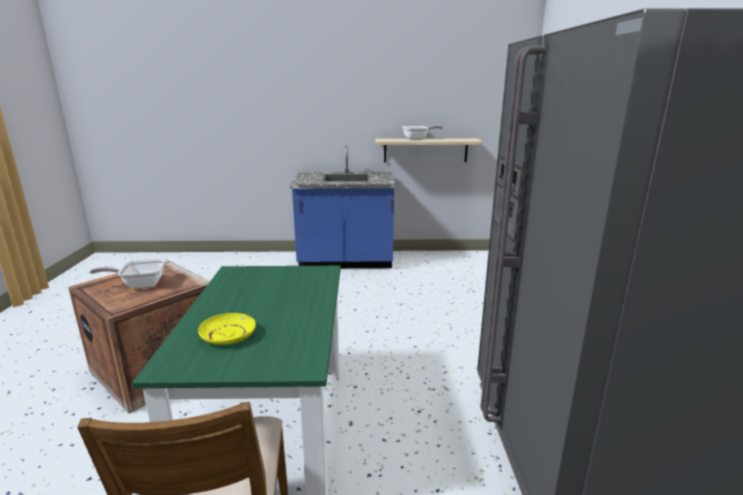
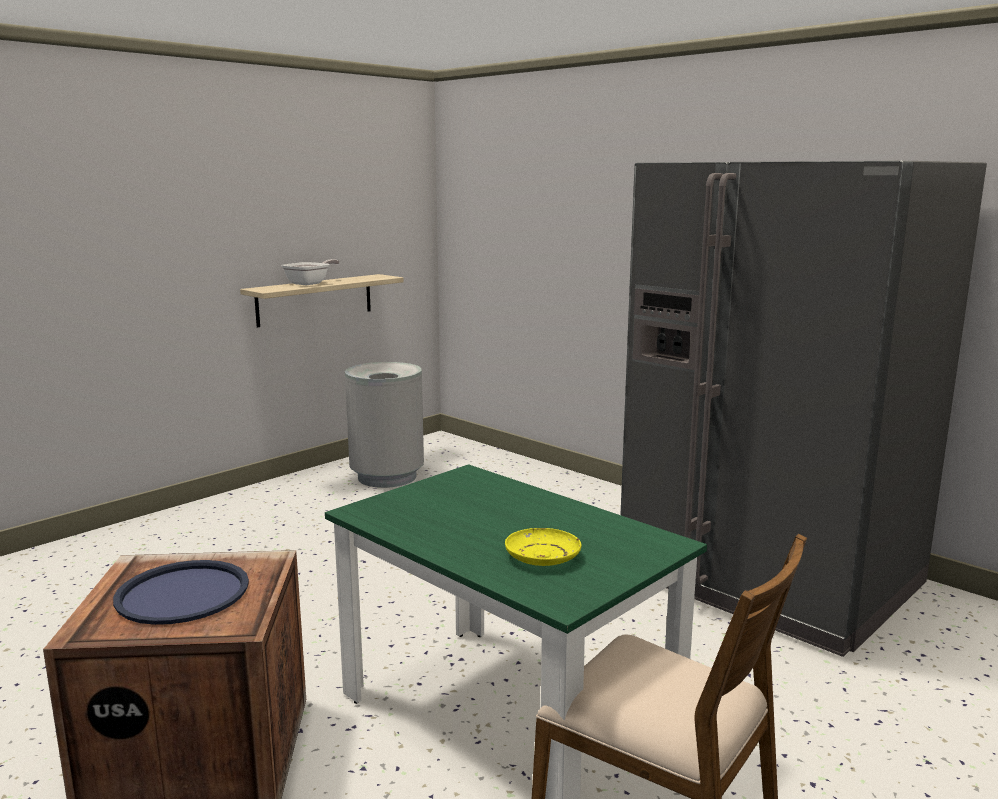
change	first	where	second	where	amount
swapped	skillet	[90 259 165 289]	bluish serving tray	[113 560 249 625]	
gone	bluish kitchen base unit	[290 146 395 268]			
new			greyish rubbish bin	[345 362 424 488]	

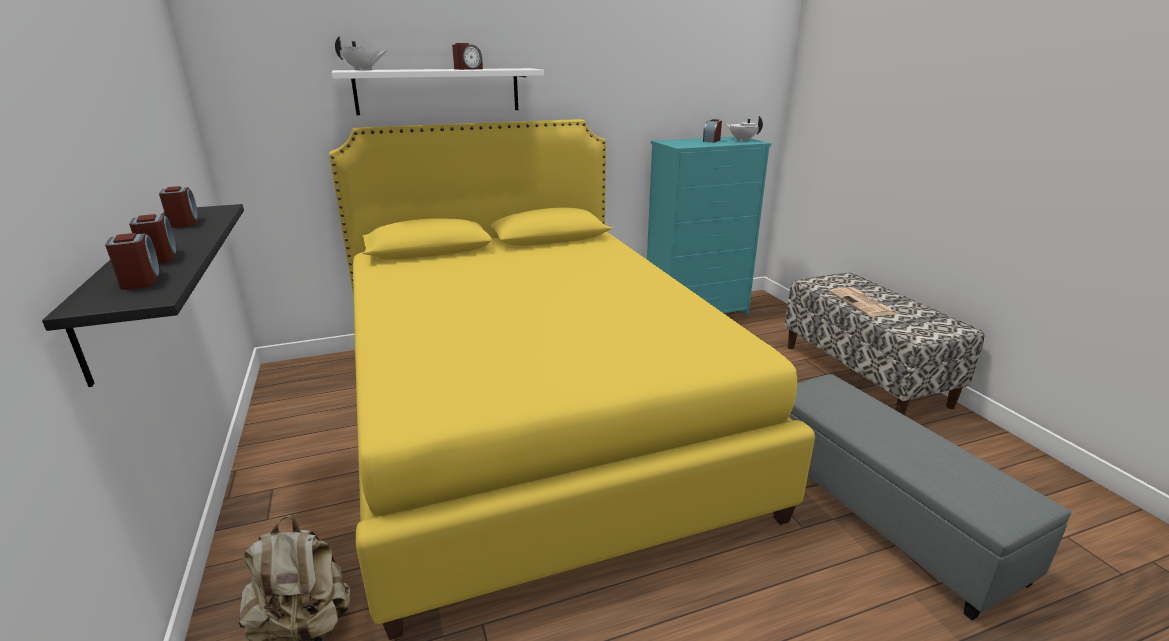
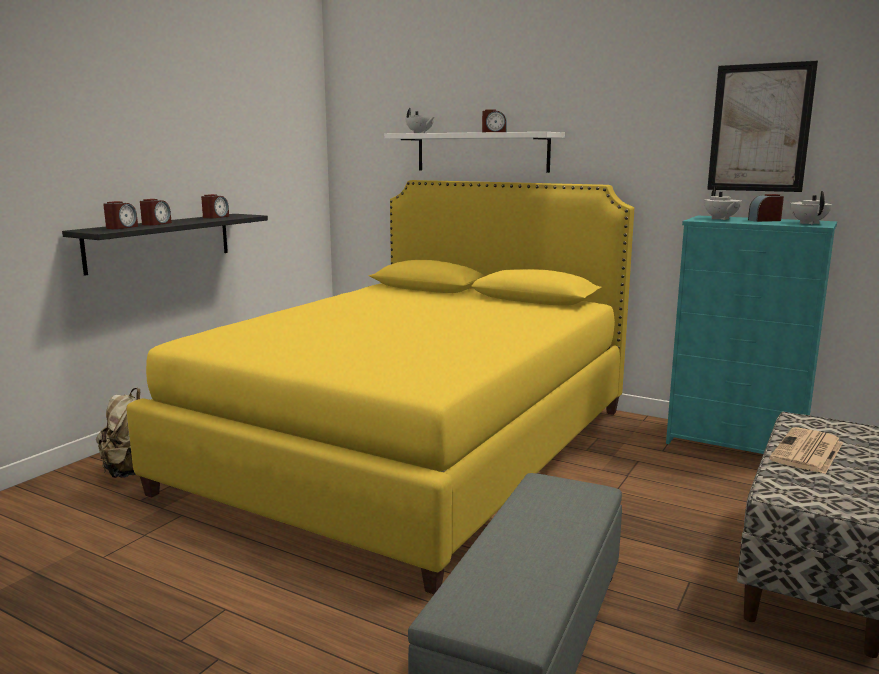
change	first	where	second	where	amount
new			white tea pot	[704 186 742 220]	
new			wall picture	[707 61 818 192]	

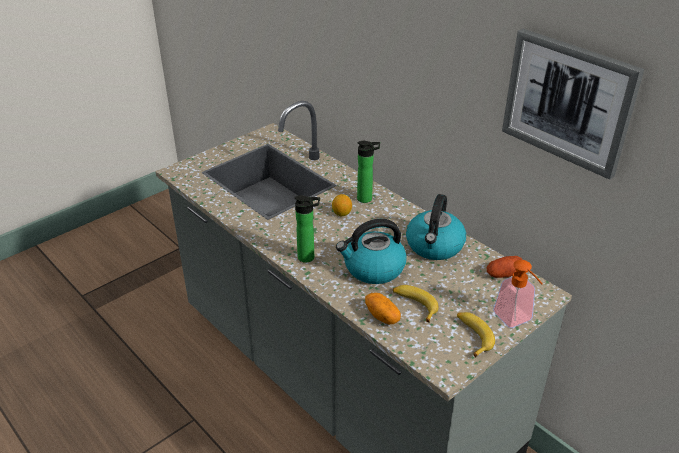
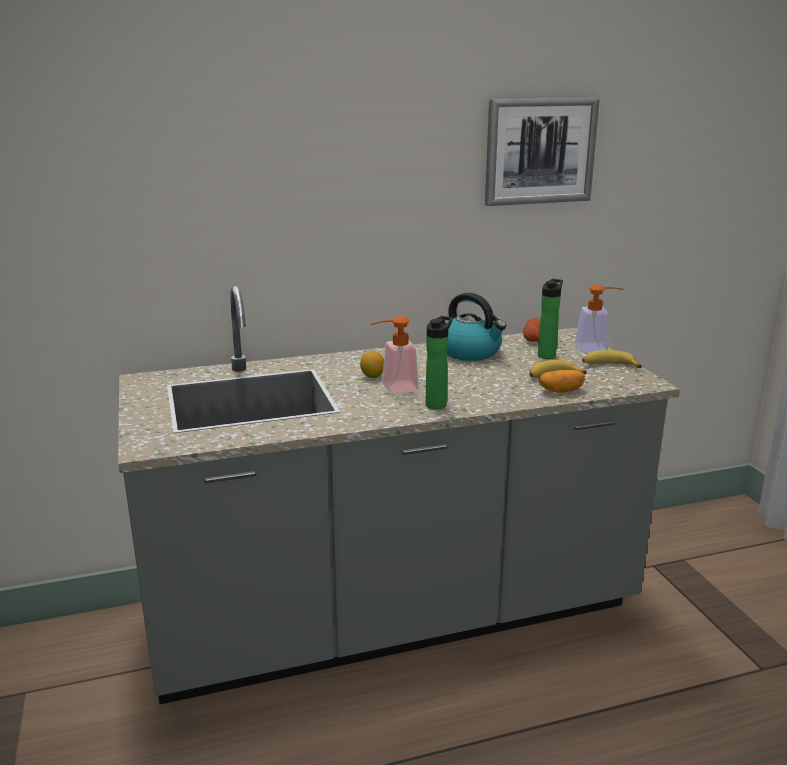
change	first	where	second	where	amount
gone	tea kettle	[336 219 407 284]			
shifted	bottle	[357 141 380 203]		[538 279 563 359]	
new			soap dispenser	[370 316 419 394]	

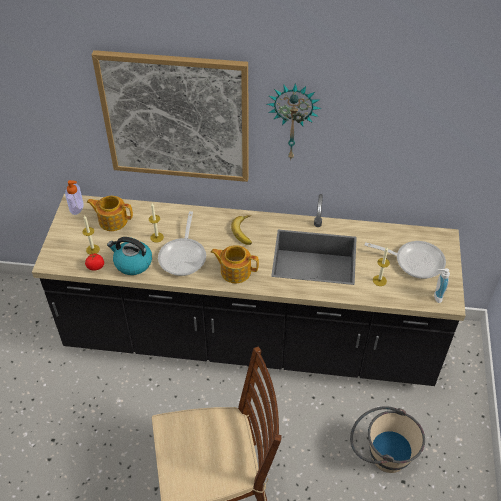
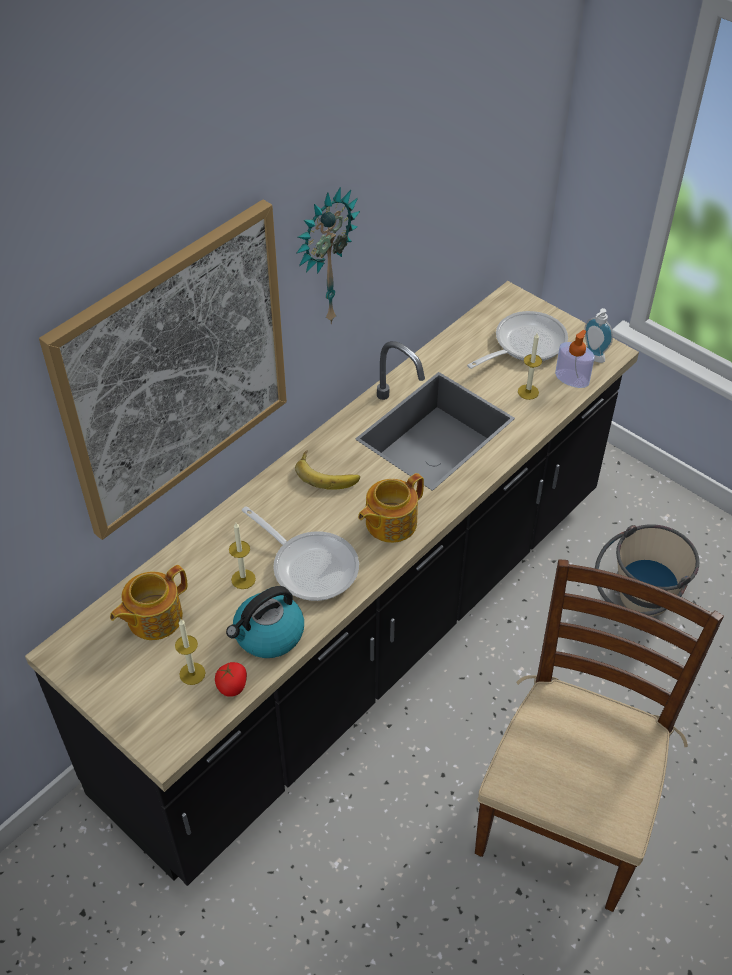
change	first	where	second	where	amount
shifted	soap dispenser	[65 180 84 215]		[555 330 595 388]	

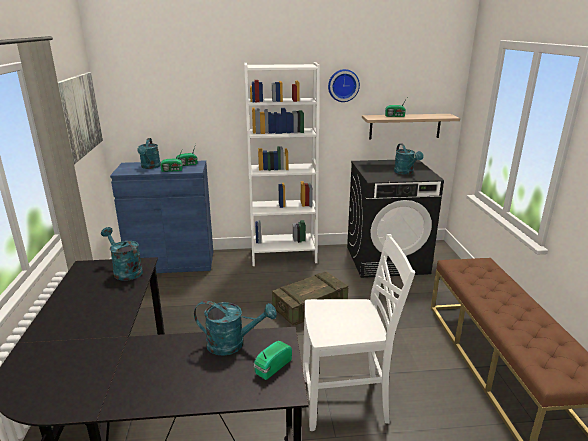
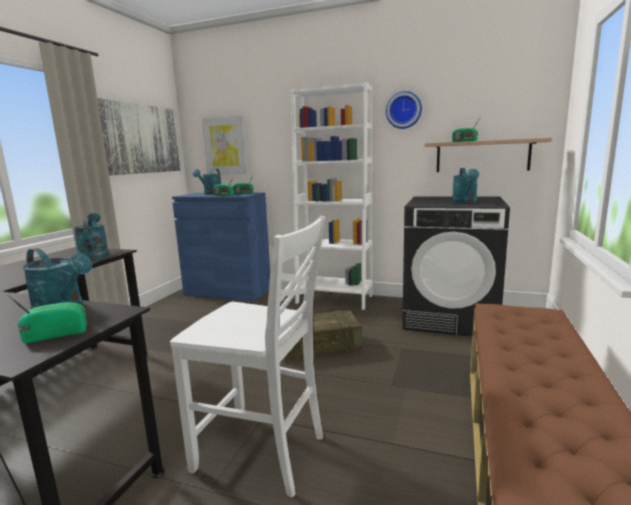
change	first	where	second	where	amount
new			wall picture	[202 115 247 174]	

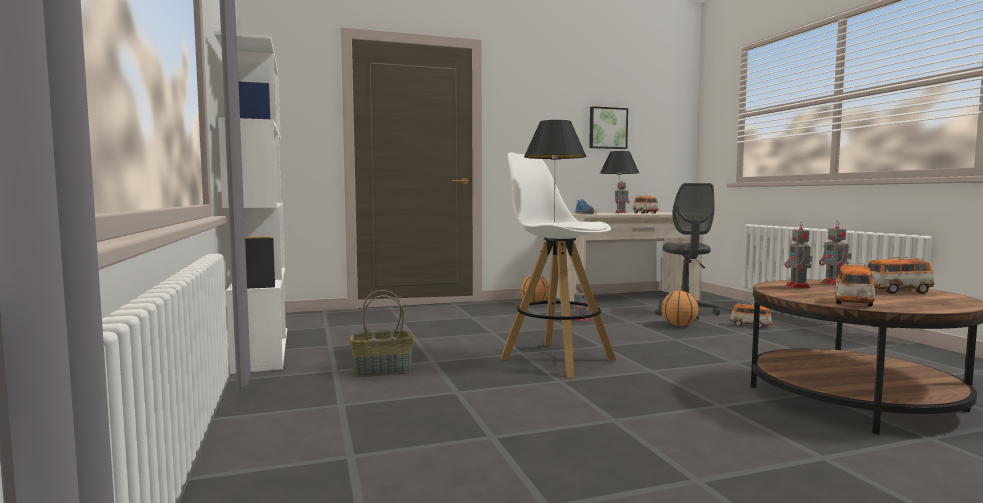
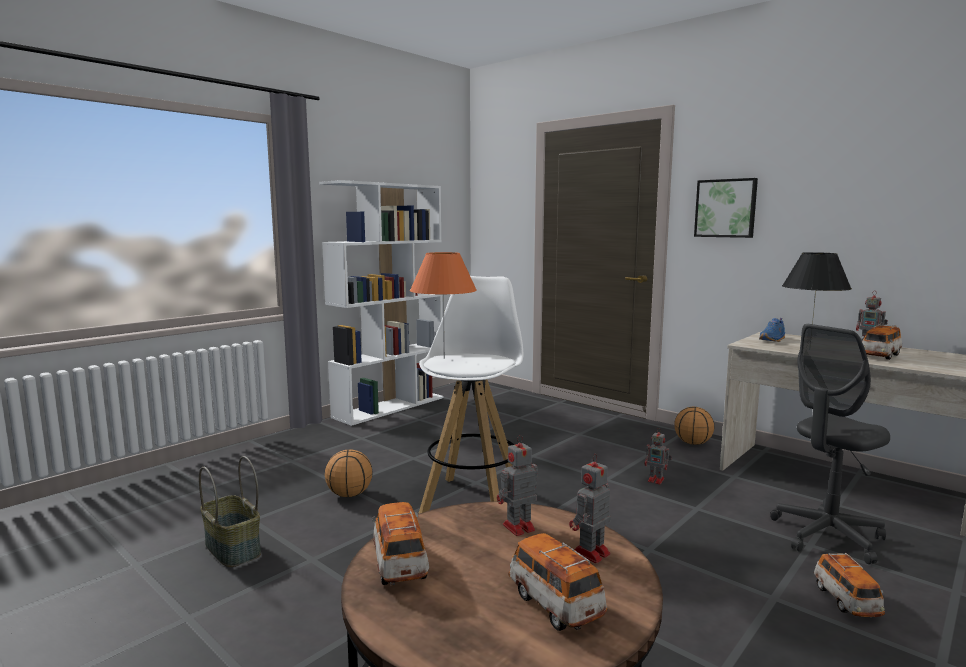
change	first	where	second	where	amount
shifted	basket	[350 290 413 377]		[199 456 261 567]	
repainted	black-coloured tabletop lamp	[524 120 587 223]	orangey tabletop lamp	[410 252 477 359]	
shifted	wall picture	[589 106 628 149]		[694 178 758 238]	
shifted	basketball ball	[661 291 699 326]		[325 449 373 497]	
rotated	toy car	[834 262 877 307]		[372 502 429 586]	75 degrees clockwise

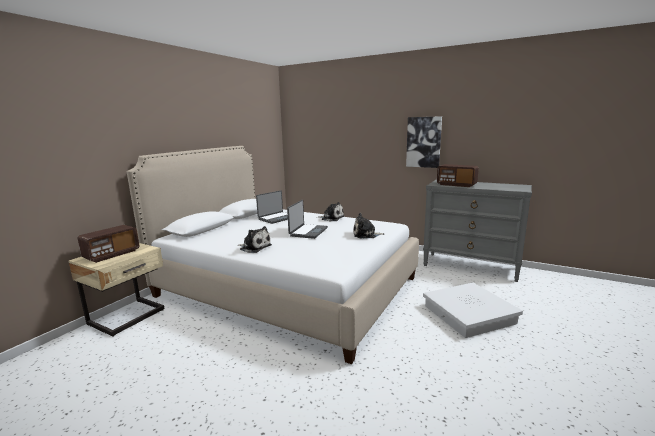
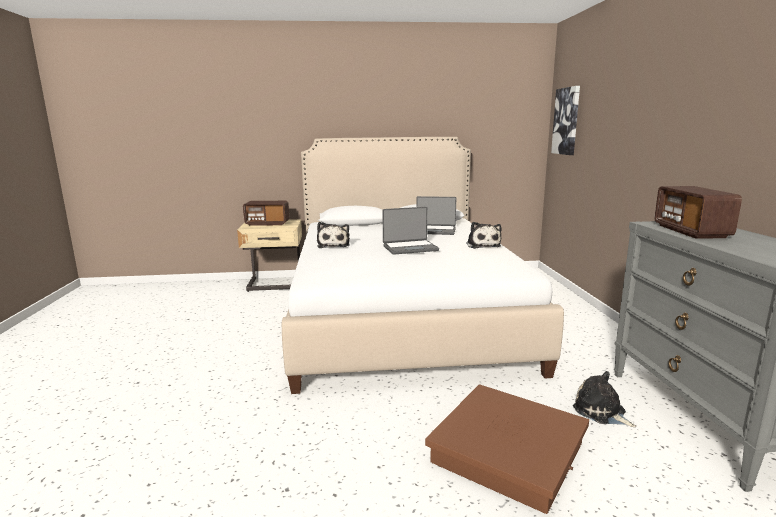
change	first	where	second	where	amount
shifted	soft toy	[353 213 385 238]		[573 371 637 427]	
shifted	wall picture	[406 116 442 168]		[551 86 580 155]	
repainted	white storage box	[423 283 523 338]	brown storage box	[425 384 589 514]	

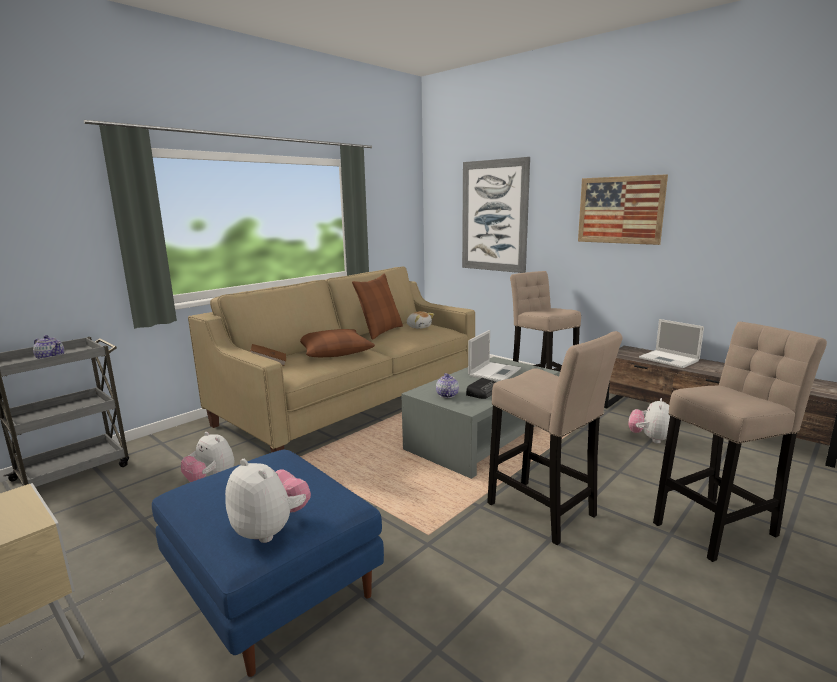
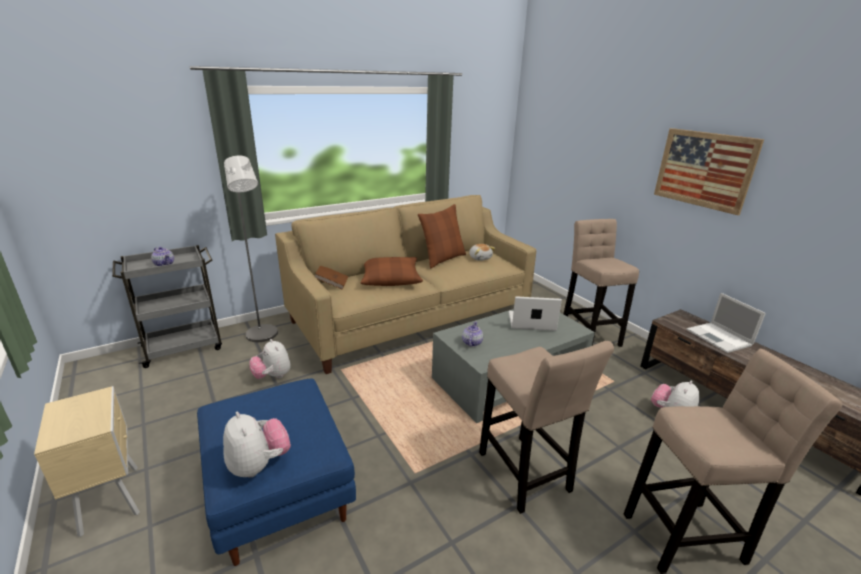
change	first	where	second	where	amount
gone	wall picture	[462 157 530 273]			
gone	radio receiver	[466 378 496 399]			
rotated	laptop	[468 330 521 382]		[508 296 562 331]	135 degrees counterclockwise
new			greyish floor lamp	[224 156 278 342]	

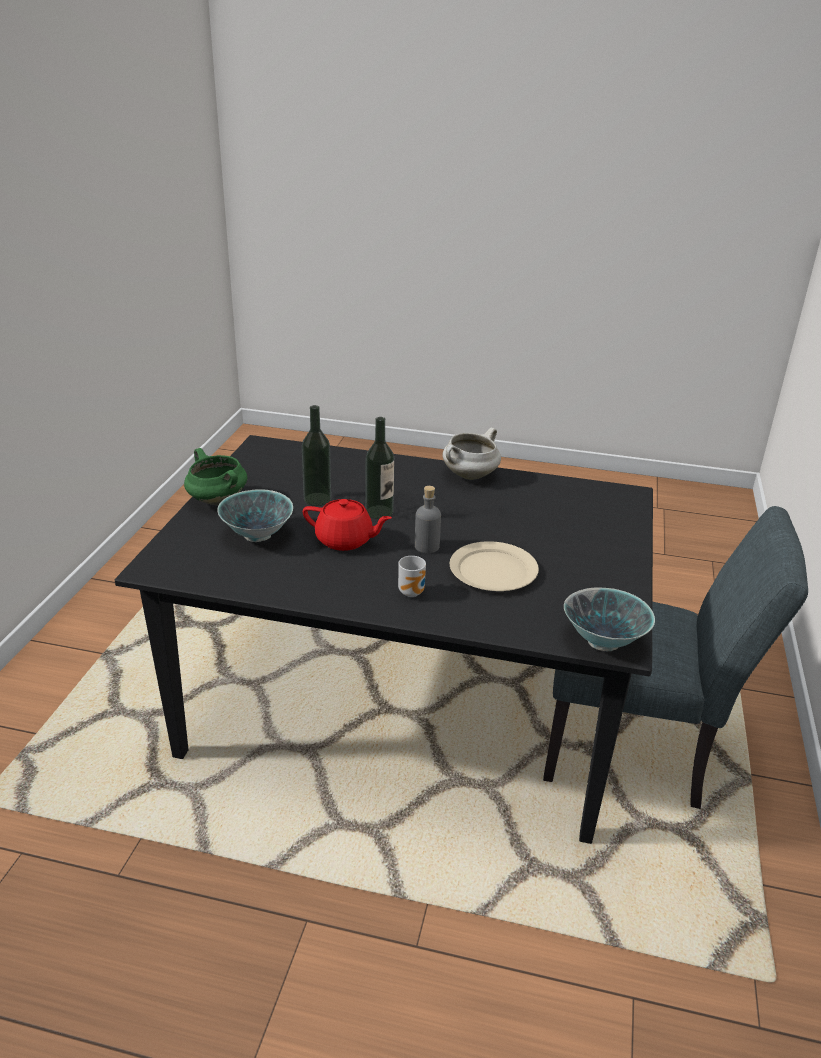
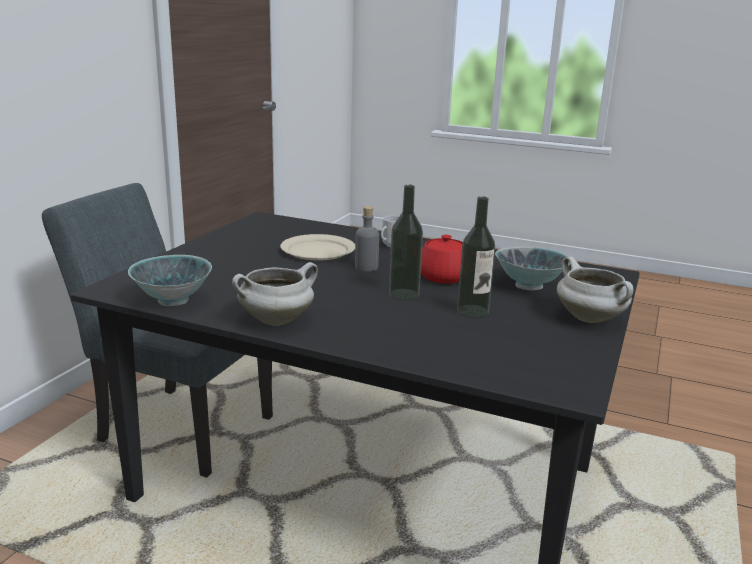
change	first	where	second	where	amount
repainted	green saucepot	[184 448 248 505]	white saucepot	[557 257 633 323]	
shifted	bowl	[564 587 655 652]		[128 255 212 306]	

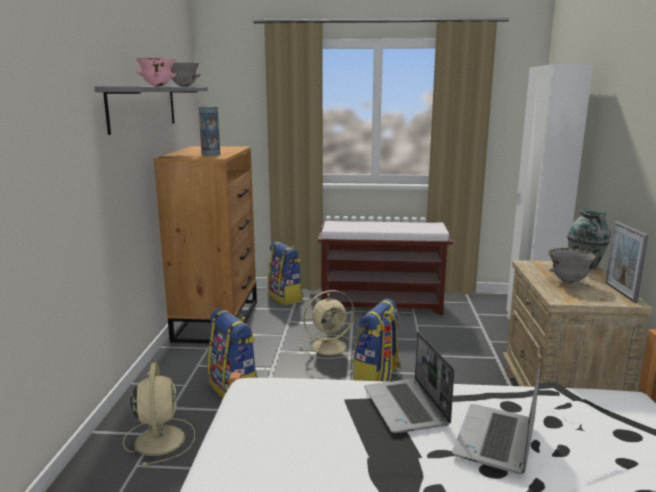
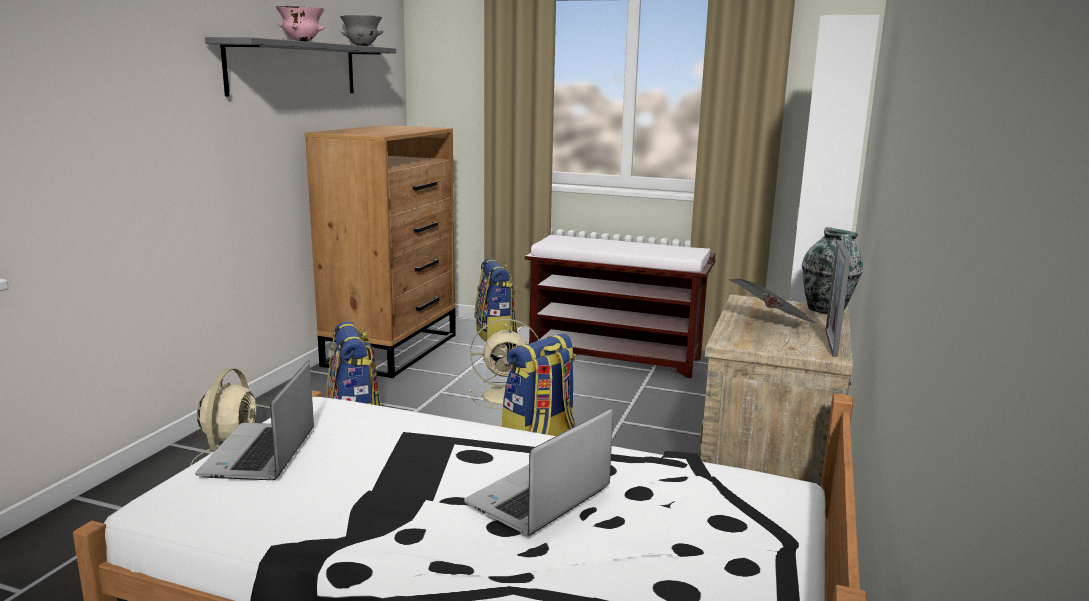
change	first	where	second	where	amount
gone	vase	[199 107 220 156]			
shifted	laptop	[364 332 454 433]		[195 360 314 480]	
swapped	greyish bowl	[548 248 596 283]	daily paper	[729 278 817 323]	

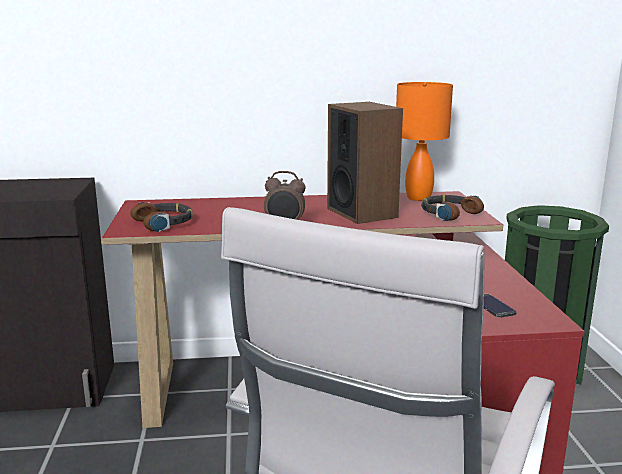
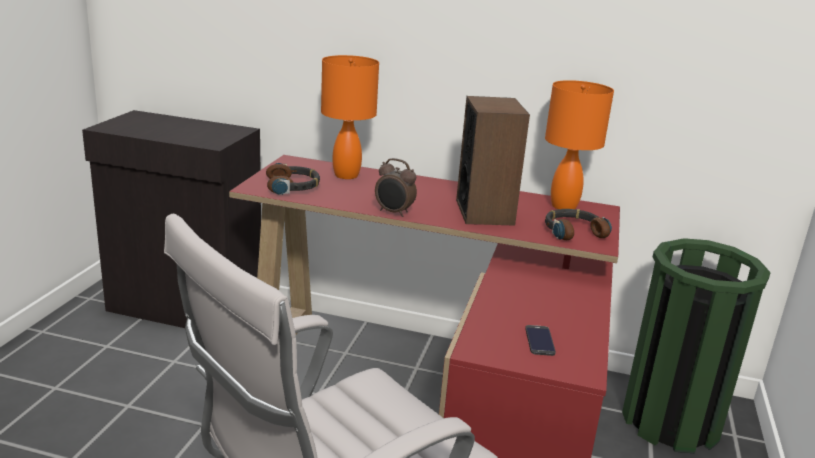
change	first	where	second	where	amount
new			orangey tabletop lamp	[321 55 379 179]	

